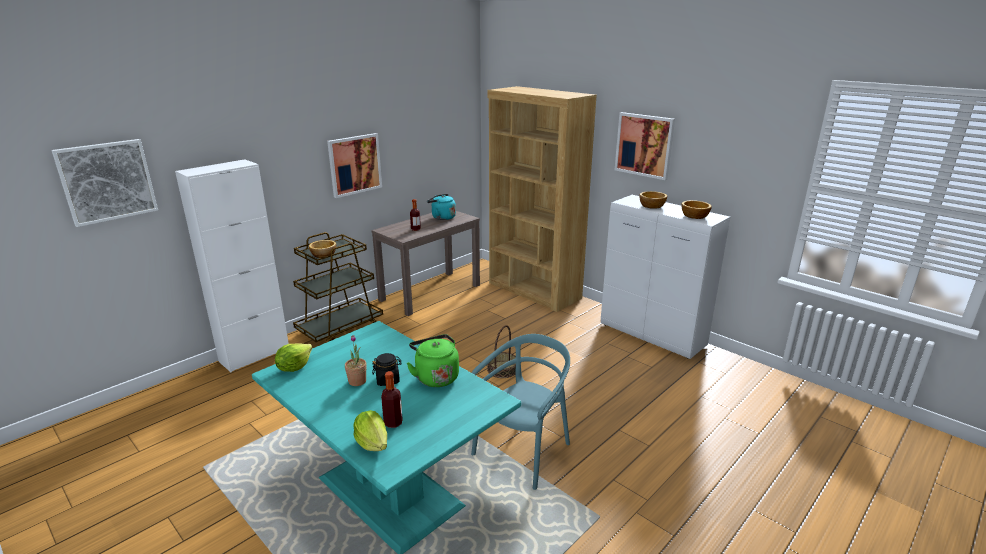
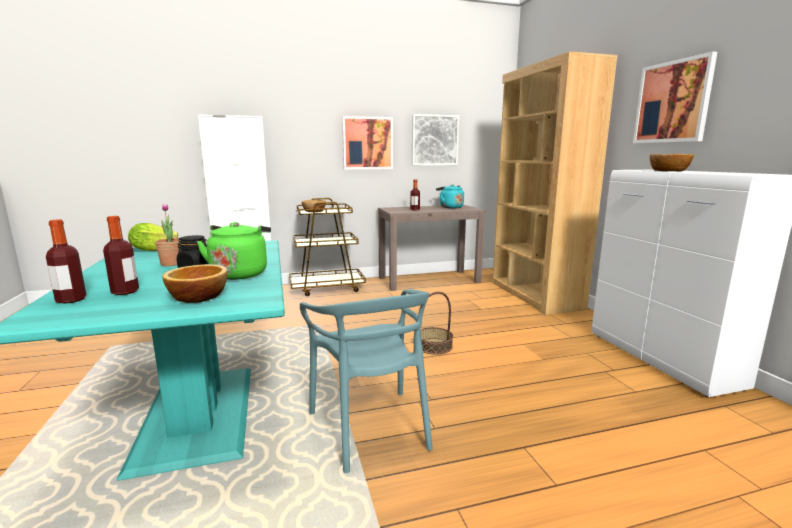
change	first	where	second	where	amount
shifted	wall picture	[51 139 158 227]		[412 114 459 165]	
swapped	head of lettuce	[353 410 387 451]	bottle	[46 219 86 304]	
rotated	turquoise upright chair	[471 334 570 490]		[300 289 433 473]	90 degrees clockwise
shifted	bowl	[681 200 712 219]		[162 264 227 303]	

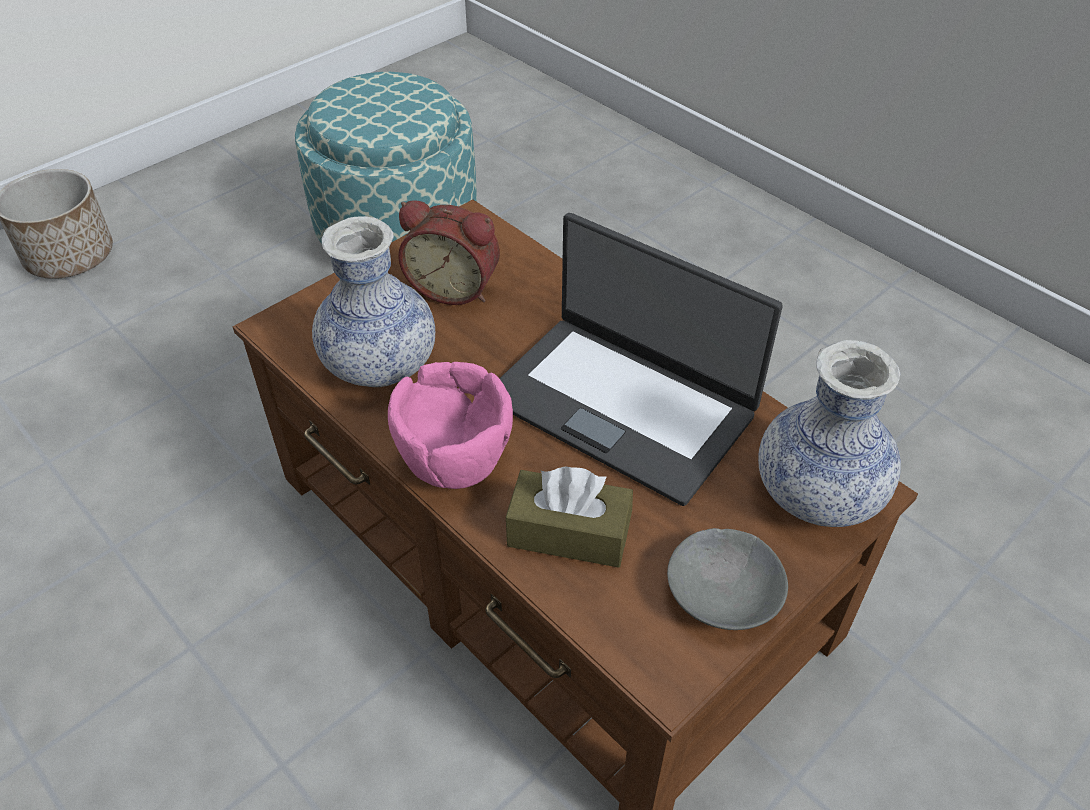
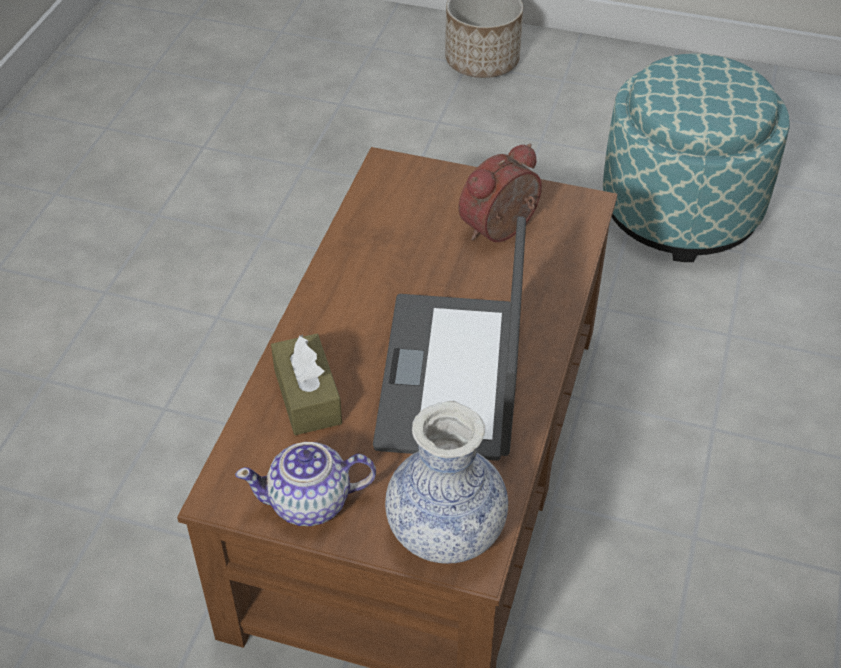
change	first	where	second	where	amount
gone	vase	[312 216 435 387]			
gone	pink bowl	[388 362 513 489]			
rotated	bedside clock	[398 200 500 305]		[459 143 542 242]	60 degrees clockwise
swapped	greyish bowl	[667 528 788 630]	tea pot	[235 442 376 526]	

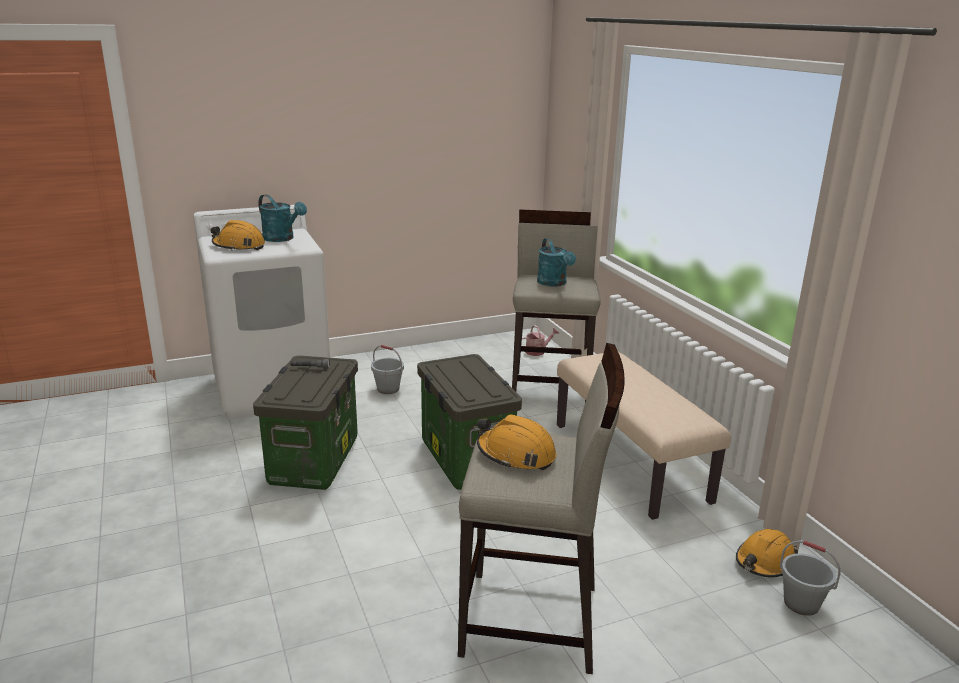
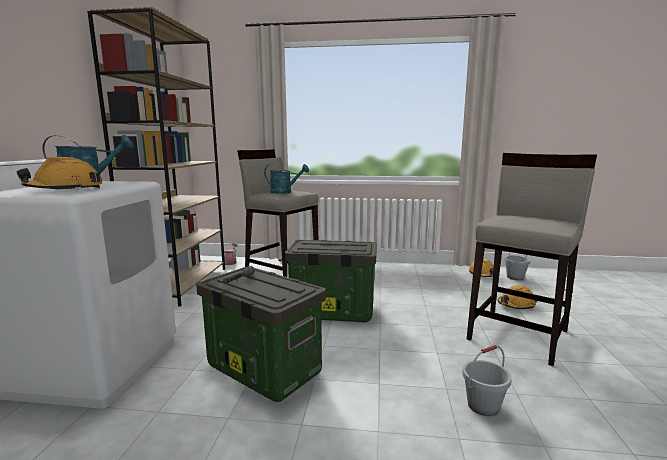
change	first	where	second	where	amount
shifted	greyish pail	[371 345 404 394]		[462 345 512 416]	
shifted	orangey work helmet	[477 414 556 470]		[497 285 538 309]	
gone	beige-coloured long seat	[557 351 731 520]			
new			brown shelving unit	[87 7 225 307]	

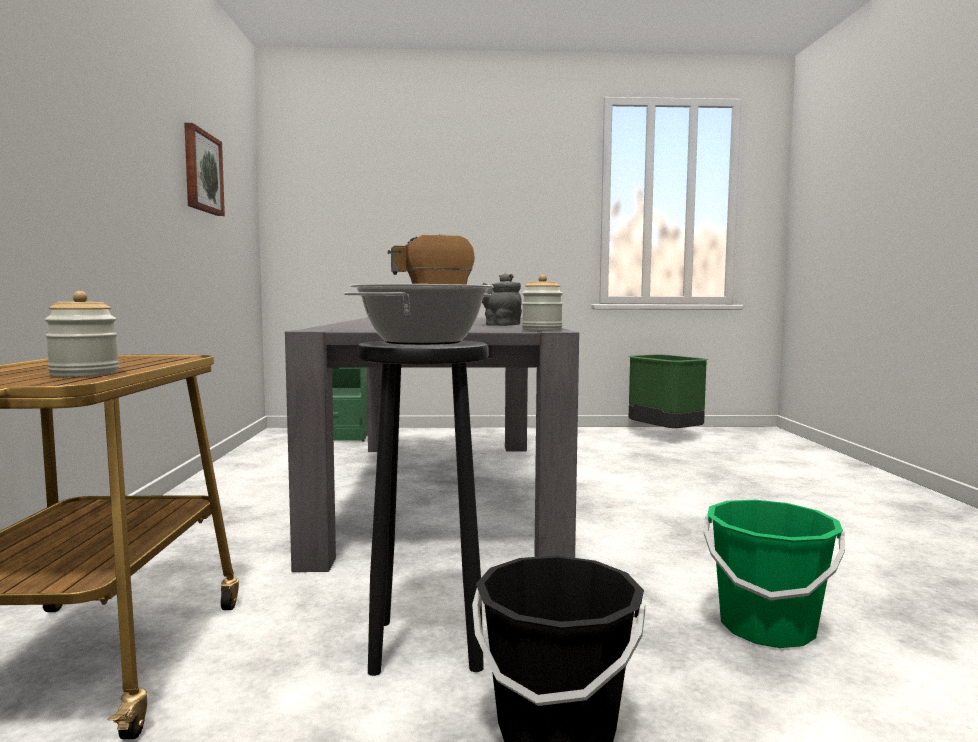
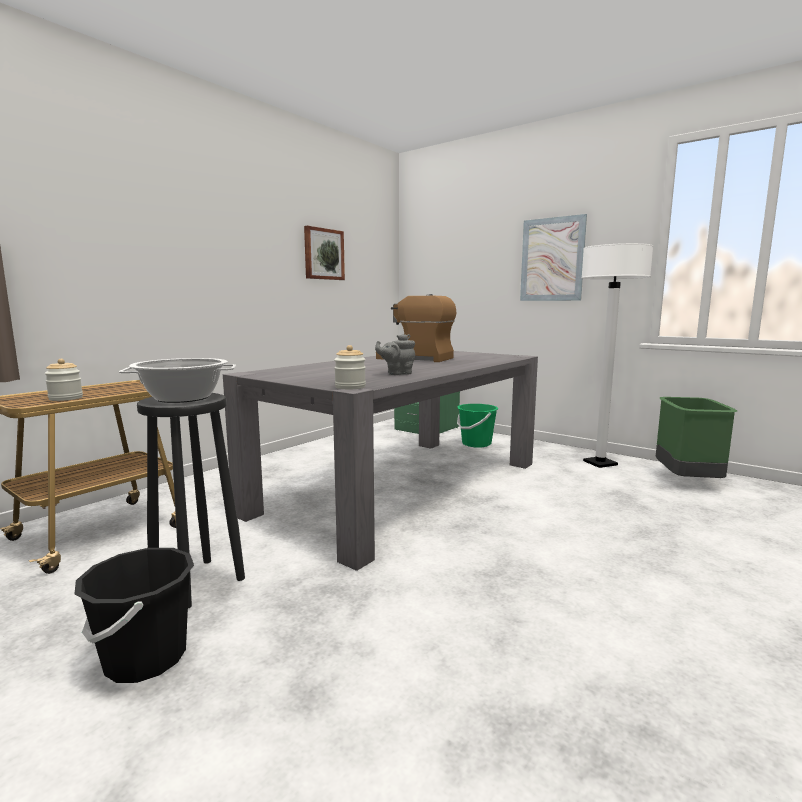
change	first	where	second	where	amount
rotated	greyish tea pot	[482 273 522 326]		[375 334 415 375]	105 degrees counterclockwise
shifted	green pail	[704 500 845 648]		[457 404 498 447]	
new			wall picture	[520 214 587 301]	
new			white floor lamp	[581 243 653 468]	

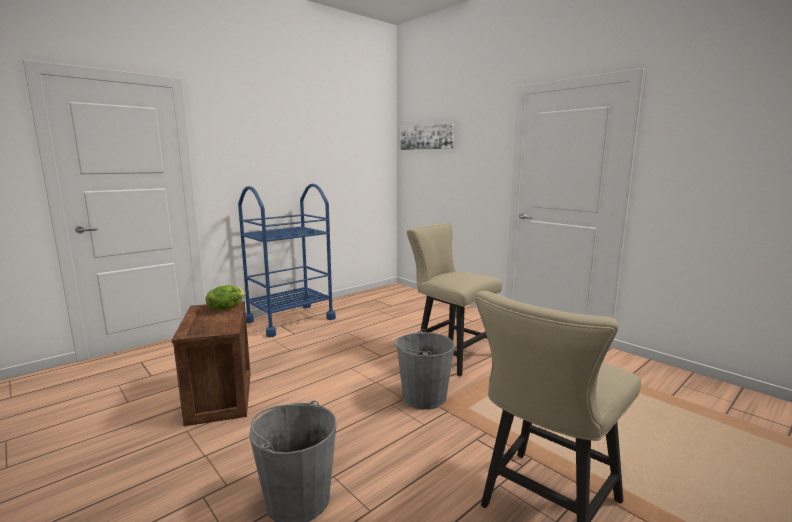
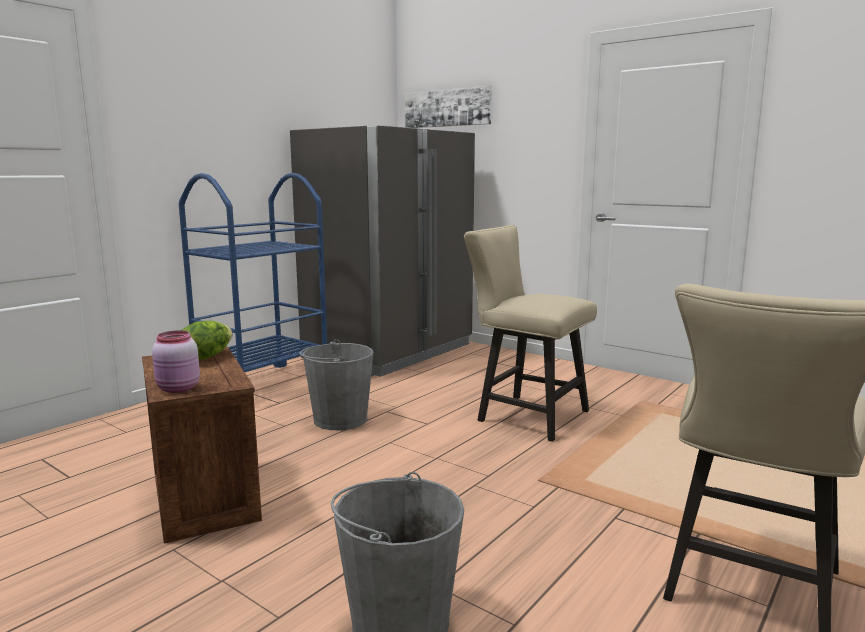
change	first	where	second	where	amount
shifted	greyish pail	[394 329 455 410]		[299 339 373 430]	
new			pink jar	[152 330 200 393]	
new			greyish refrigerator	[290 125 475 377]	

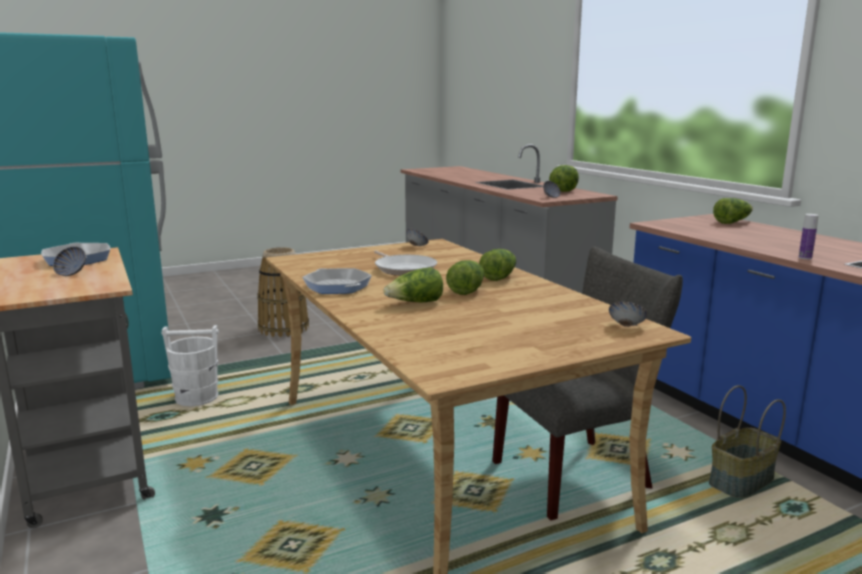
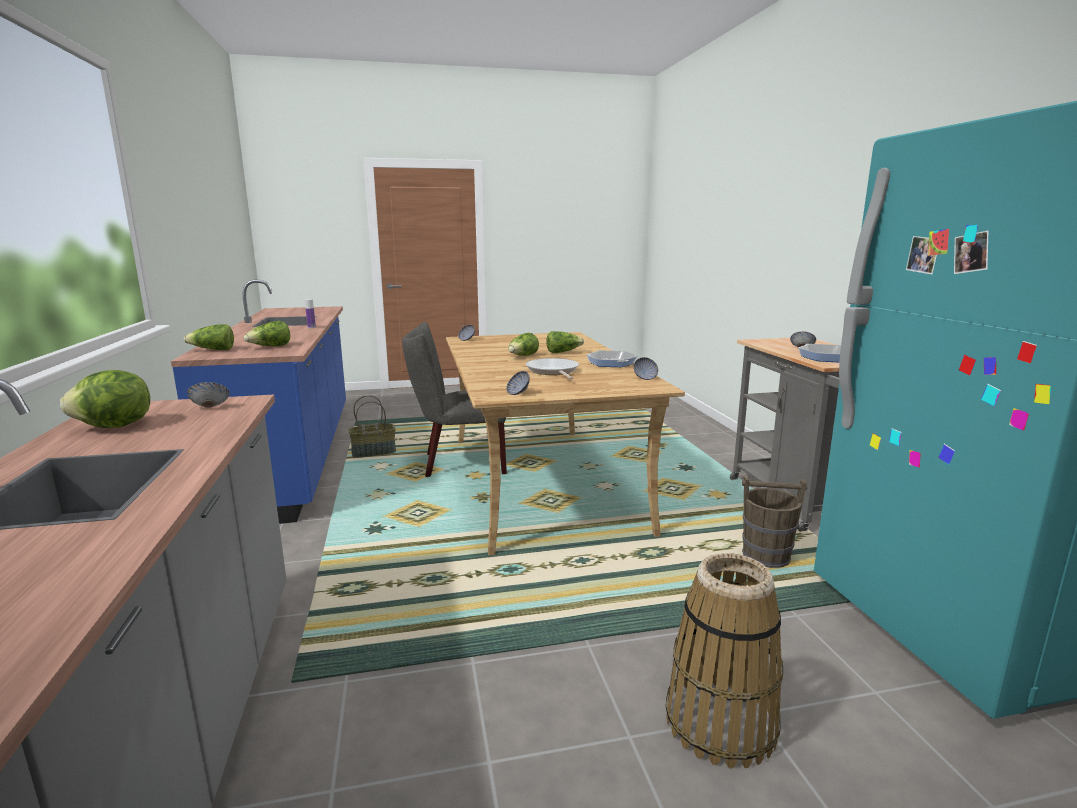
change	first	where	second	where	amount
repainted	white pail	[161 325 219 406]	brown pail	[742 476 807 568]	
shifted	head of lettuce	[479 249 516 281]		[244 321 290 346]	
new			bowl	[633 357 658 380]	

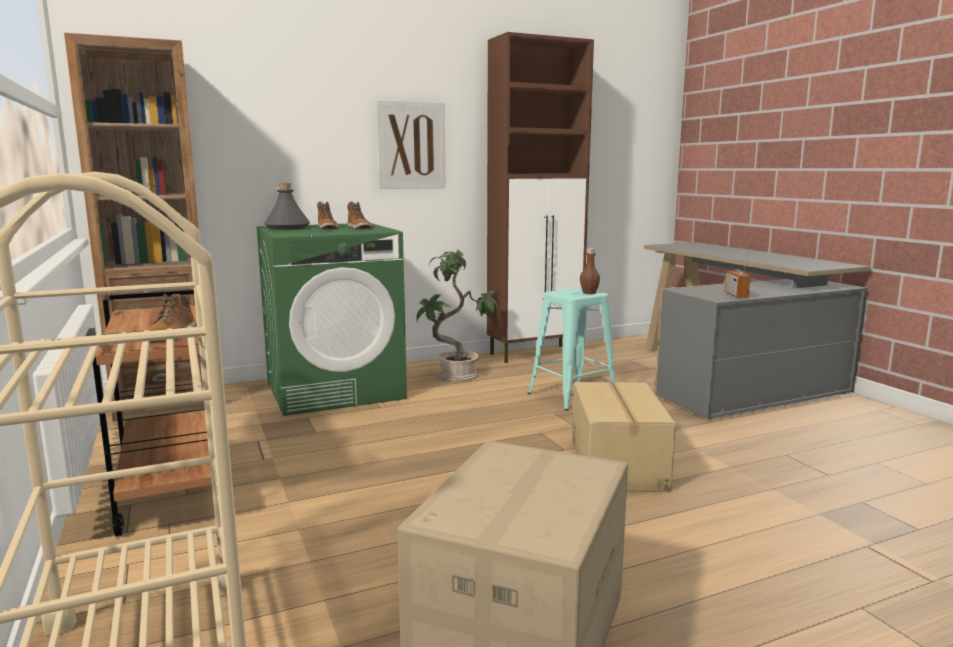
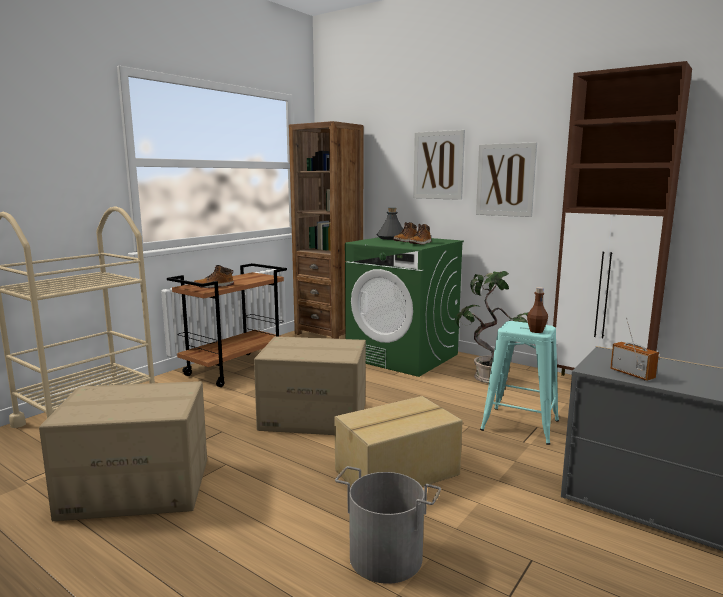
change	first	where	second	where	amount
rotated	radio receiver	[725 249 750 298]		[610 318 659 381]	90 degrees clockwise
new			packing box	[254 336 366 435]	
new			greyish pail	[335 466 441 584]	
new			wall picture	[413 130 465 200]	

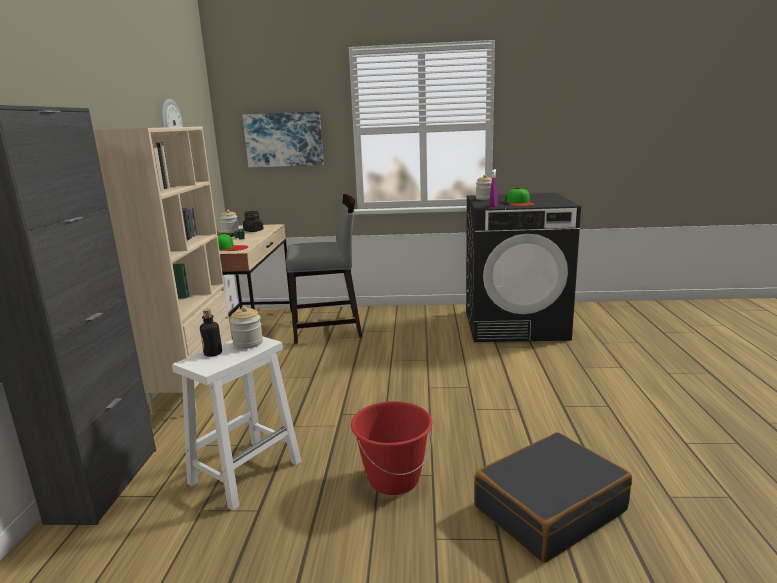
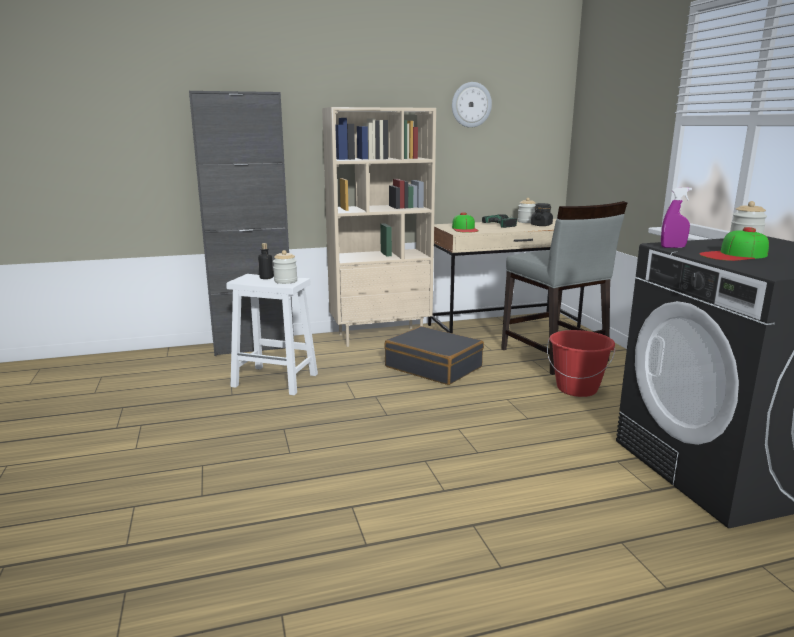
change	first	where	second	where	amount
gone	wall picture	[243 111 324 167]			
shifted	red pail	[351 401 433 495]		[547 330 616 397]	
shifted	black-coloured piece of luggage	[474 432 632 563]		[384 326 484 385]	

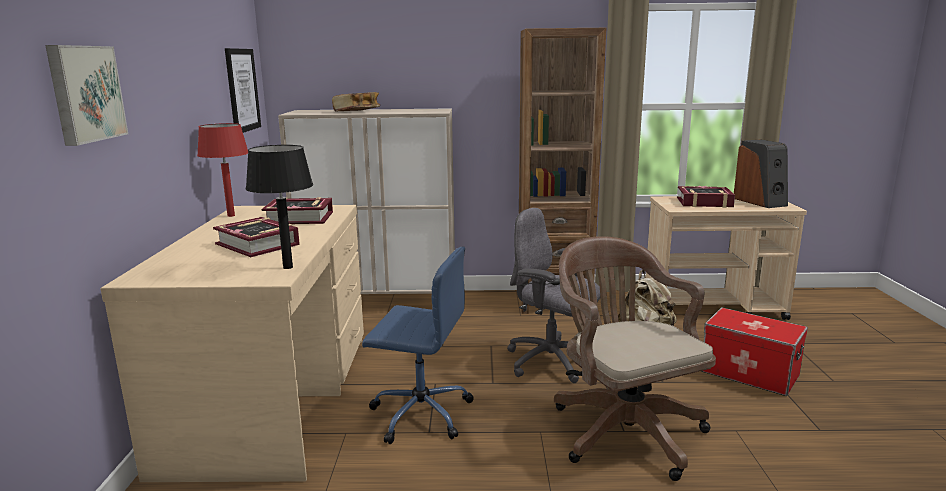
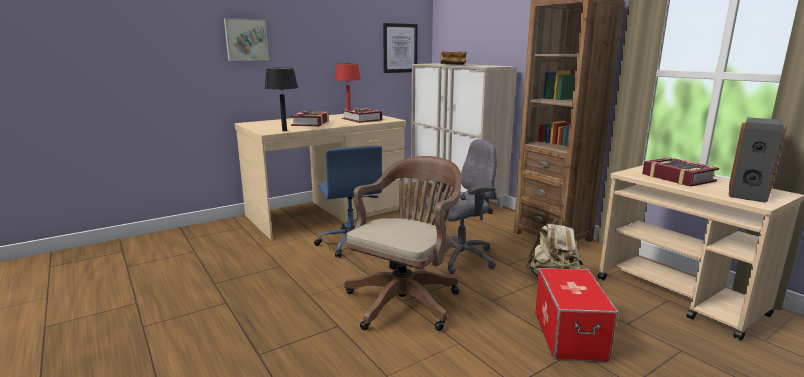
change	first	where	second	where	amount
rotated	greyish office chair	[507 208 600 383]		[425 139 497 274]	60 degrees clockwise

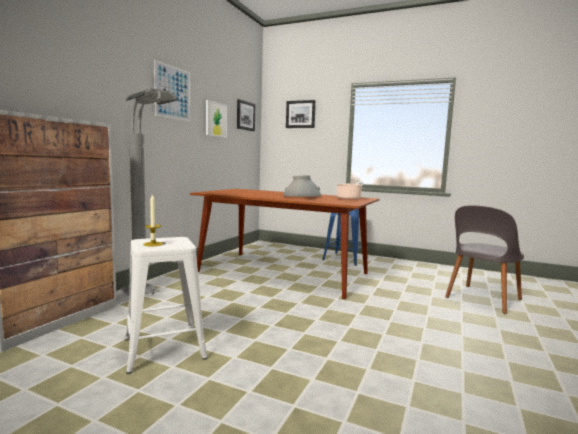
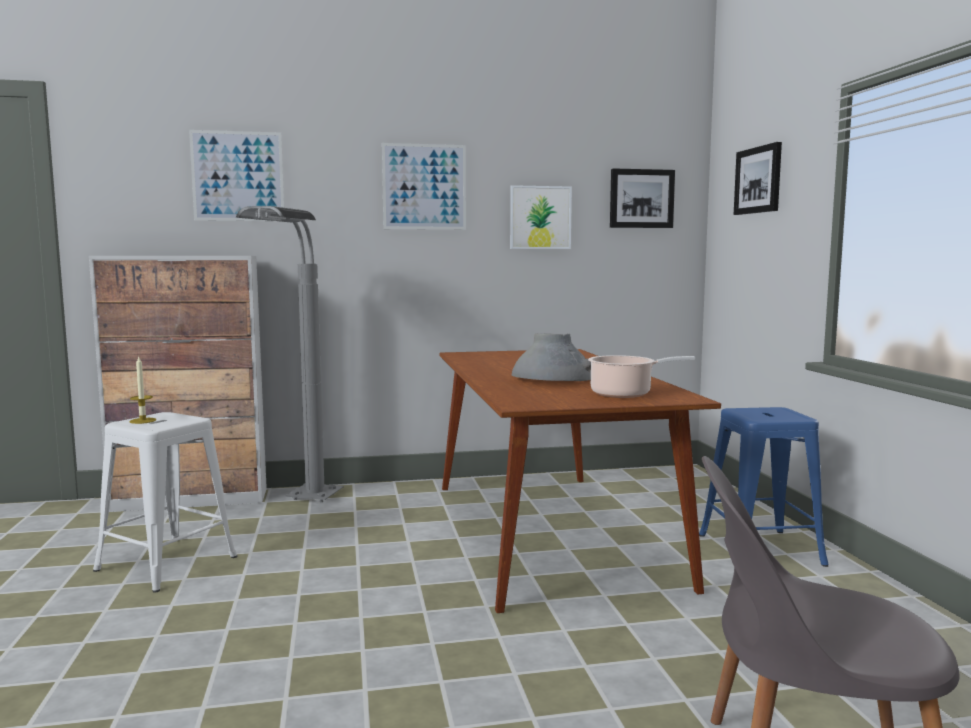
change	first	where	second	where	amount
new			wall picture	[189 130 284 221]	

